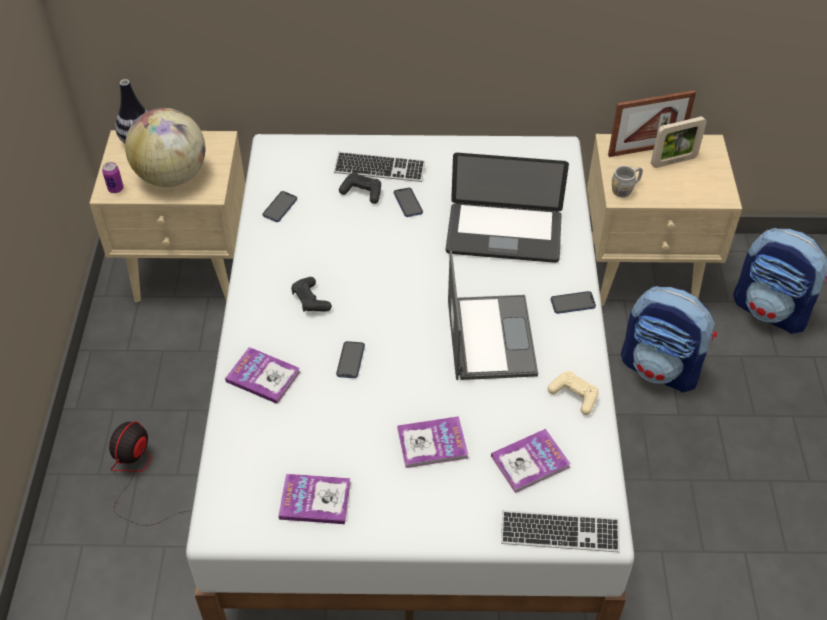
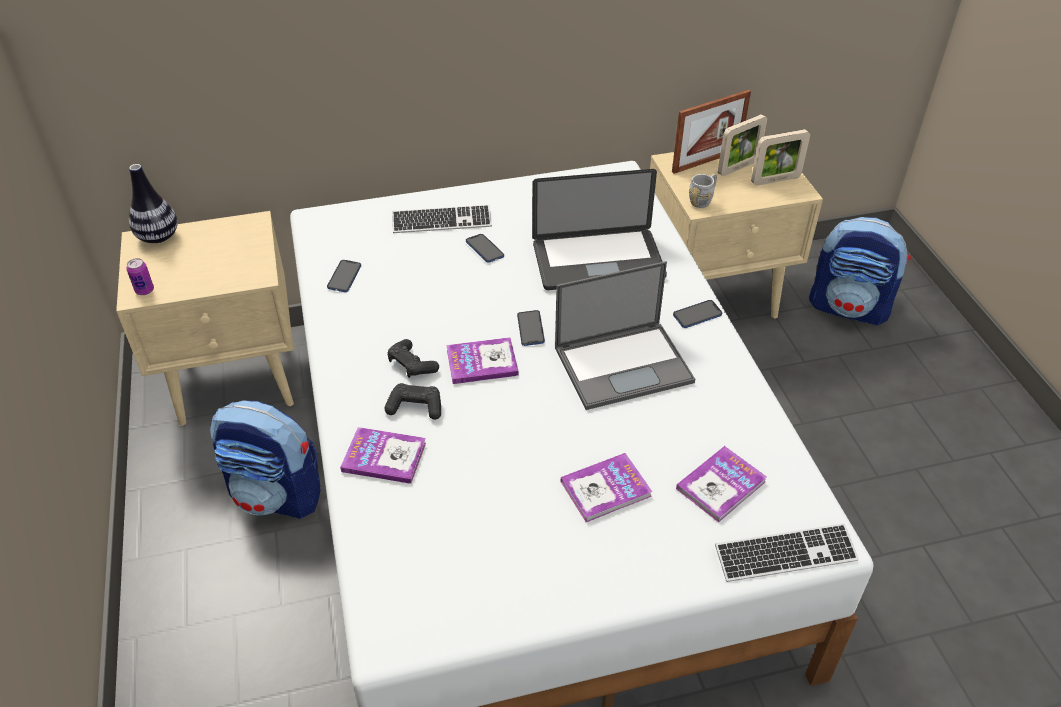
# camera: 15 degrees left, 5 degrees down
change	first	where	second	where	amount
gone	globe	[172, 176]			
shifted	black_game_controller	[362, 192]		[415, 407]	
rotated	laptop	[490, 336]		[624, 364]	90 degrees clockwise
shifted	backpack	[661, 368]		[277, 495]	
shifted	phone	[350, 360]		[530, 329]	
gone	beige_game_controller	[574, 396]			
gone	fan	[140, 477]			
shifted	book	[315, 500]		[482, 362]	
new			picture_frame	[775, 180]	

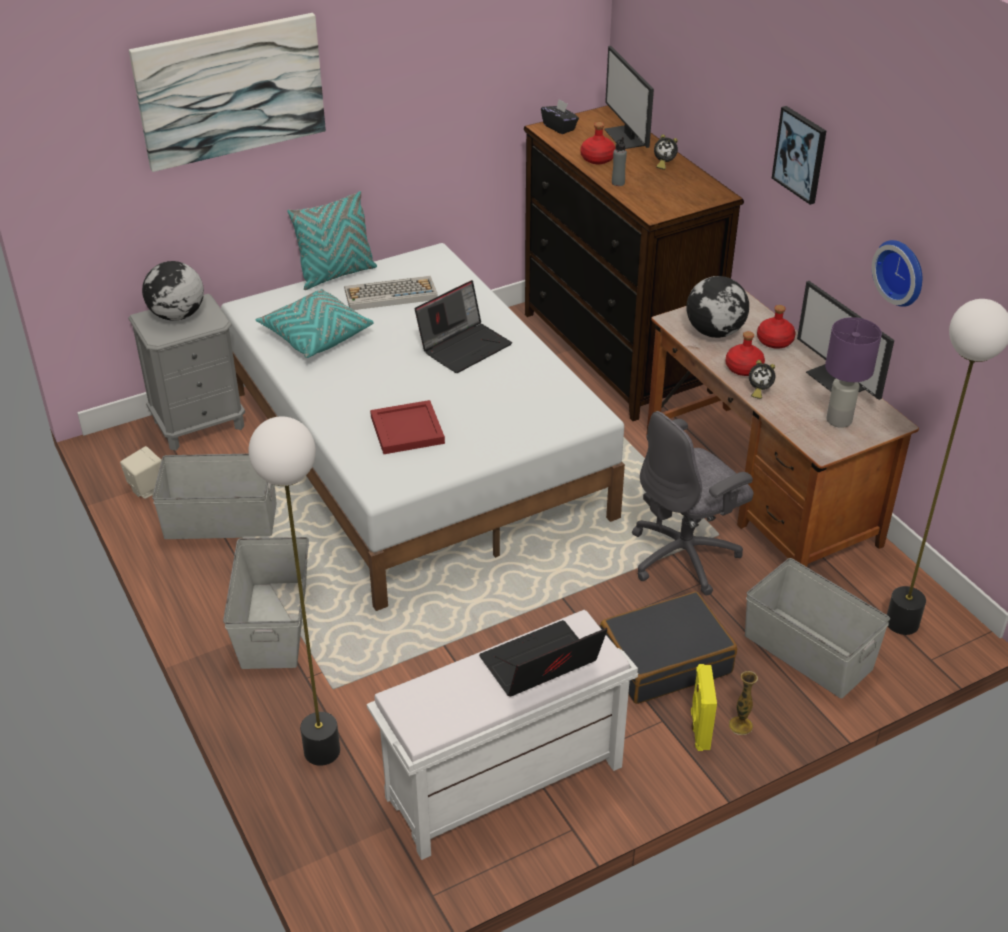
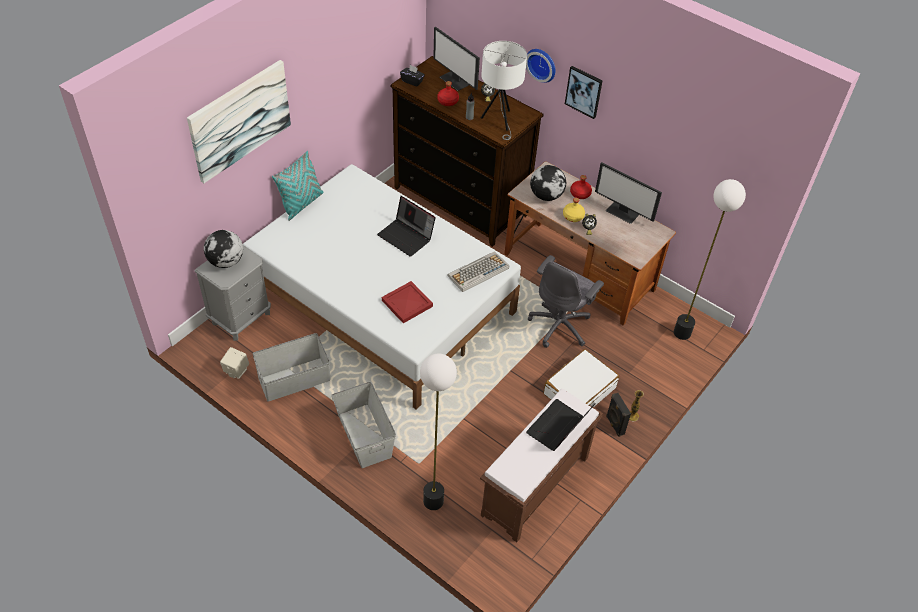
# camera: 25 degrees left, 10 degrees up
change	first	where	second	where	amount
shifted	wall_clock	[902, 271]		[542, 64]	
shifted	keyboard	[390, 294]		[478, 272]	
rotated	laptop	[464, 346]		[407, 236]	105 degrees clockwise
gone	turquoise_pillow	[315, 335]			
gone	purple_table_lamp	[838, 420]			
repainted	red_bottle	[743, 368]	yellow_bottle	[573, 216]	
gone	grey_storage_box	[808, 652]			
repainted	black_suitcase	[664, 659]	white_suitcase	[579, 390]	
repainted	white_bench	[503, 784]	brown_bench	[535, 487]	
repainted	yellow_speaker	[699, 730]	black_speaker	[614, 425]	
new			white_table_lamp	[499, 121]	

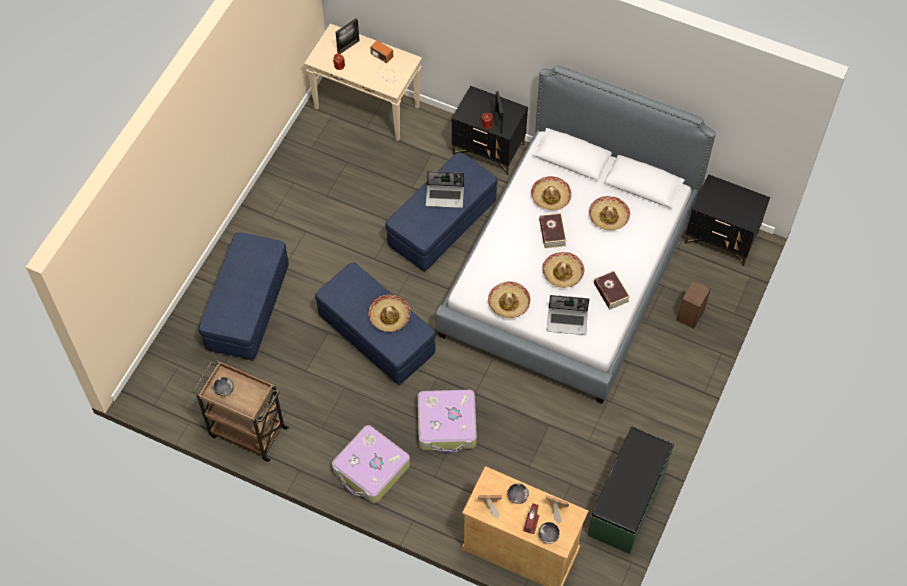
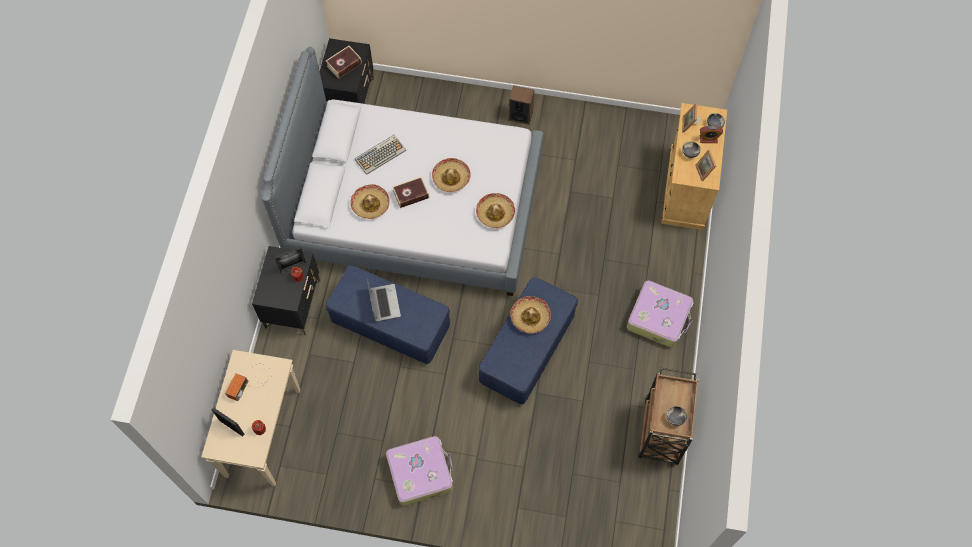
# camera: 105 degrees left, 5 degrees up
change	first	where	second	where	amount
swapped	hat	[608, 216]	keyboard	[380, 154]	
gone	blue_ottoman	[248, 308]			
shifted	book	[611, 292]		[344, 64]	
shifted	speaker	[690, 315]		[520, 115]	
gone	laptop	[567, 321]			
shifted	suitcase	[447, 425]		[420, 473]	
gone	green_bench	[628, 501]			

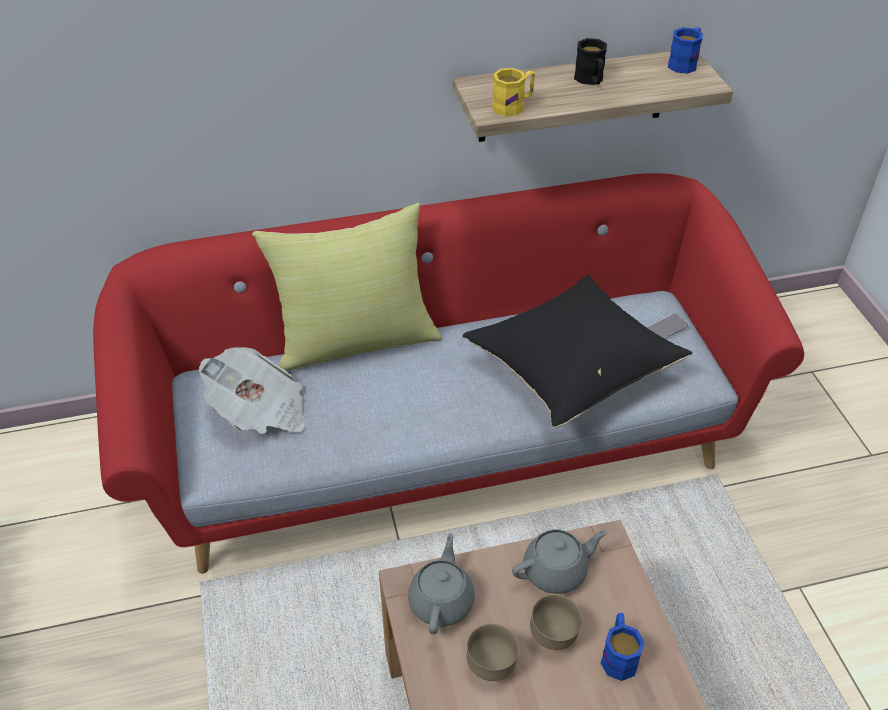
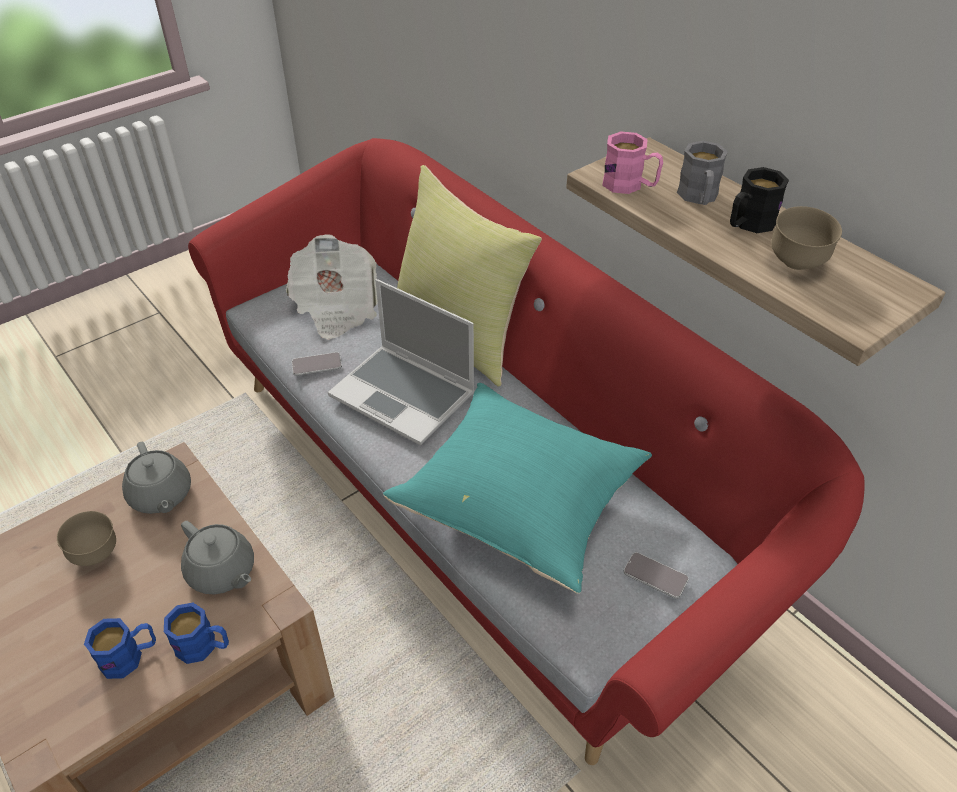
# camera: 65 degrees right, 0 degrees up
change	first	where	second	where	amount
shifted	blue_mug	[685, 63]		[204, 646]	
repainted	yellow_mug	[513, 106]	pink_mug	[630, 185]	
repainted	black_pillow	[572, 369]	turquoise_pillow	[521, 504]	
rotated	grey_teapot	[442, 601]		[161, 496]	75 degrees clockwise
shifted	brown_bowl	[554, 636]		[796, 265]	
new			grey_mug	[699, 198]	
new			laptop	[405, 395]	
new			phone	[317, 365]	

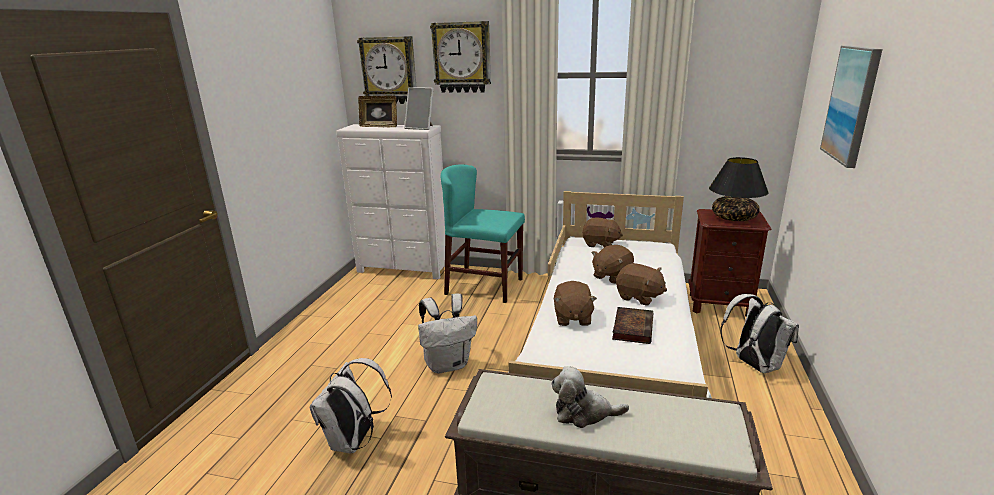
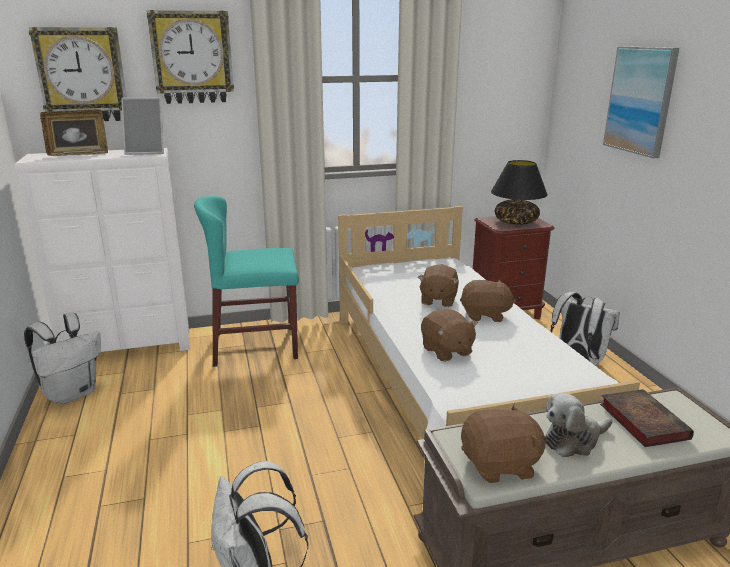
# camera: 30 degrees left, 0 degrees up
change	first	where	second	where	amount
shifted	brown_plush_toy	[600, 244]		[500, 465]	
shifted	white_backpack	[448, 364]		[72, 394]	
shifted	book	[632, 327]		[641, 420]	

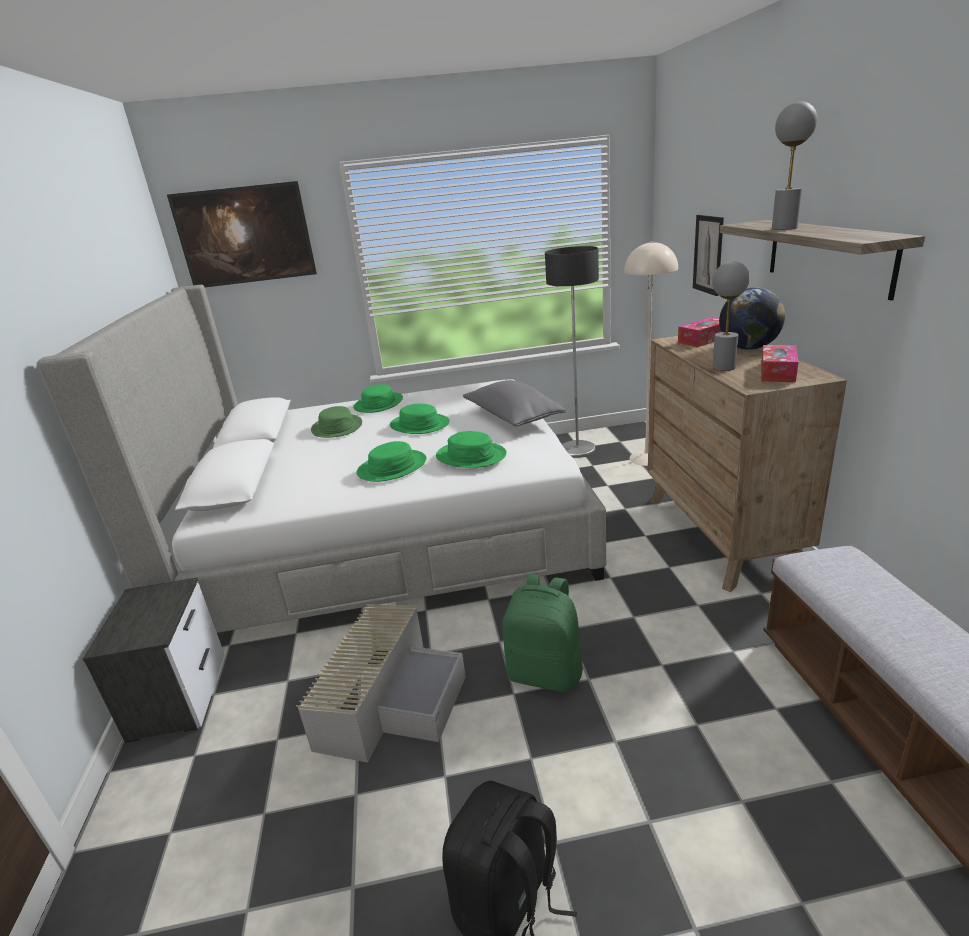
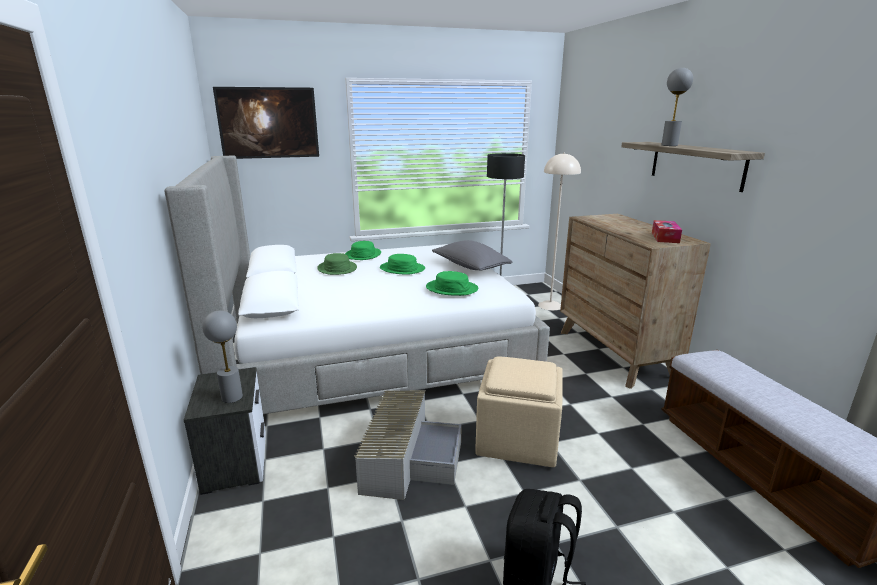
# camera: 10 degrees left, 5 degrees down
change	first	where	second	where	amount
gone	picture	[708, 254]			
shifted	grey_table_lamp	[724, 367]		[232, 397]	
gone	globe	[748, 348]			
gone	tissue_box	[704, 339]			
gone	green_hat	[392, 467]			
swapped	green_backpack	[545, 672]	beige_ottoman	[518, 439]	

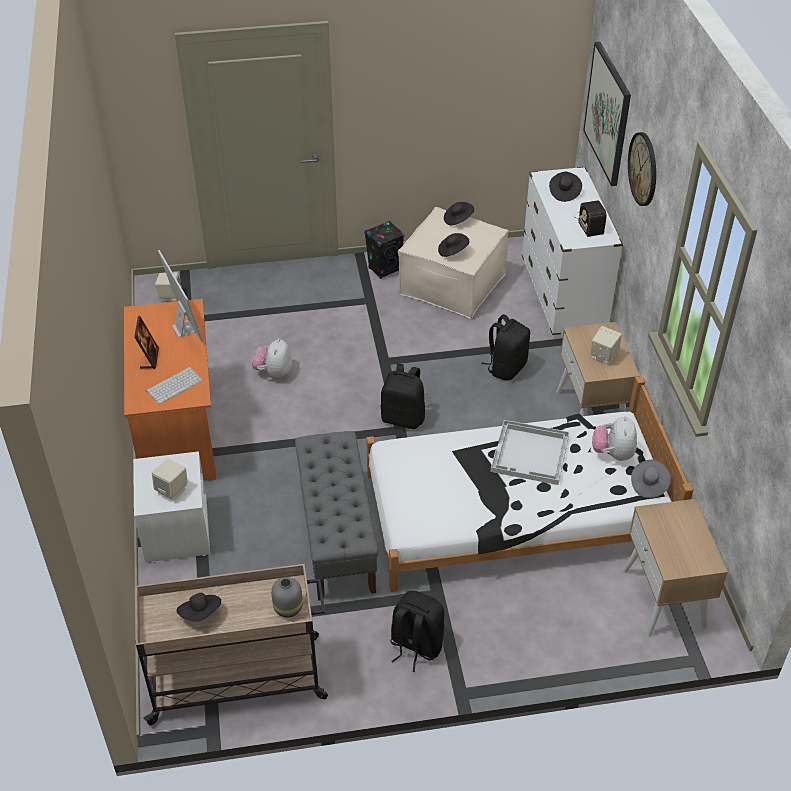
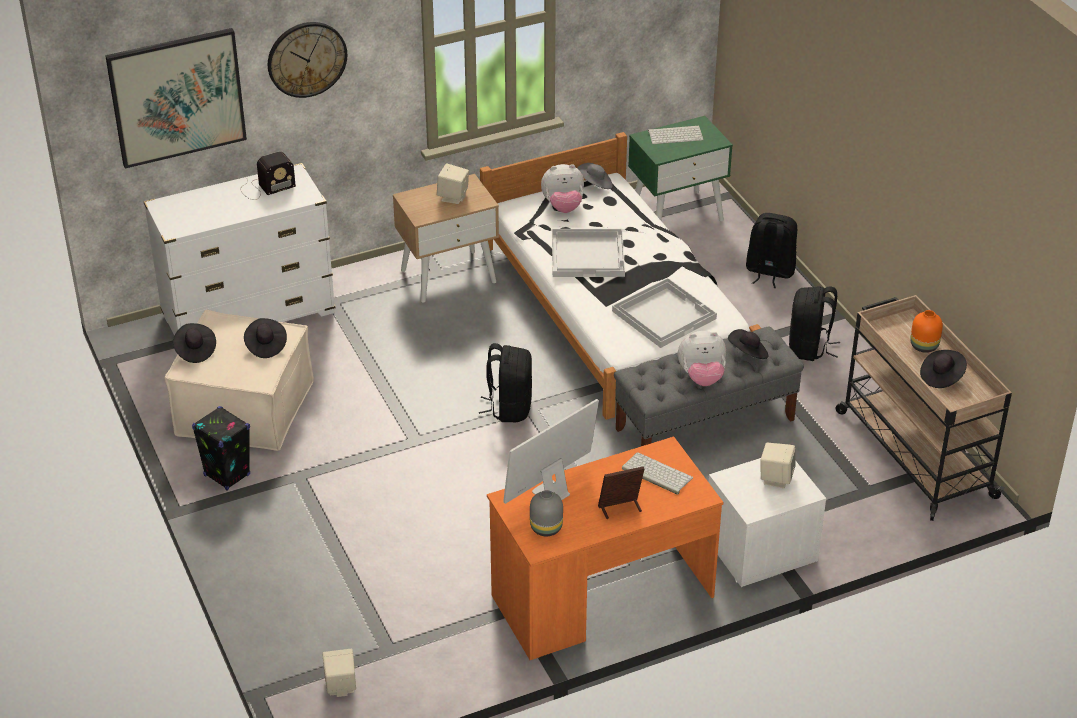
# camera: 105 degrees left, 5 degrees down
change	first	where	second	where	amount
shifted	black_hat	[564, 193]		[748, 353]	
shifted	black_backpack	[506, 367]		[769, 272]	
shifted	plush_toy	[274, 372]		[701, 377]	
repainted	beige_nightstand	[664, 598]	green_nightstand	[677, 214]	
shifted	grey_vase	[287, 608]		[547, 528]	
new			keyboard	[676, 135]	
new			white_tray	[664, 314]	
new			orange_vase	[925, 346]	

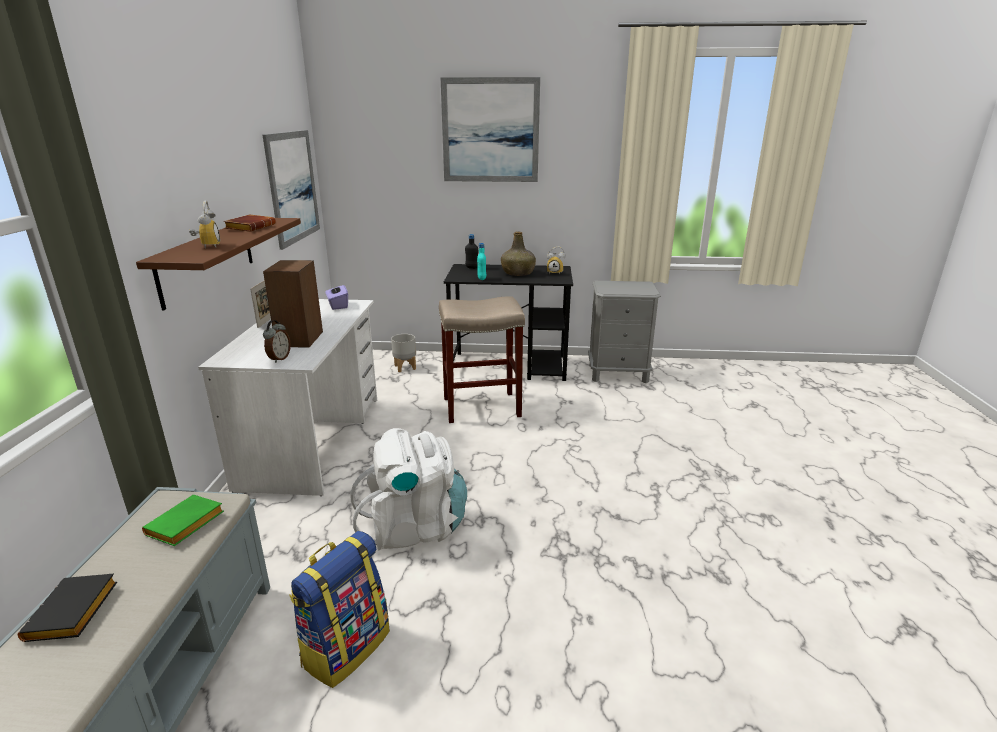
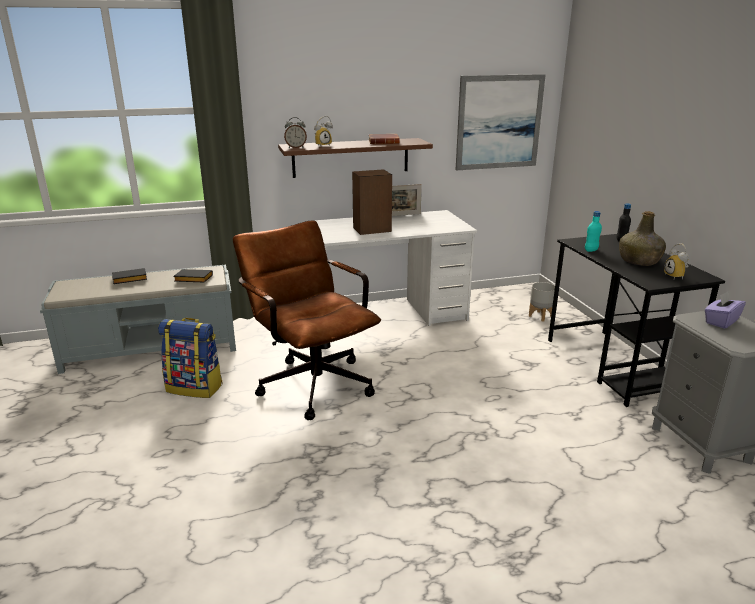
# camera: 70 degrees right, 0 degrees up
change	first	where	second	where	amount
gone	picture	[490, 131]			
shifted	purple_tissue_box	[337, 305]		[721, 321]	
gone	beige_stool	[480, 407]			
shifted	alarm_clock	[279, 359]		[296, 147]	
swapped	white_backpack	[414, 527]	brown_office_chair	[311, 381]	
repainted	green_book	[185, 526]	black_book	[192, 279]	

